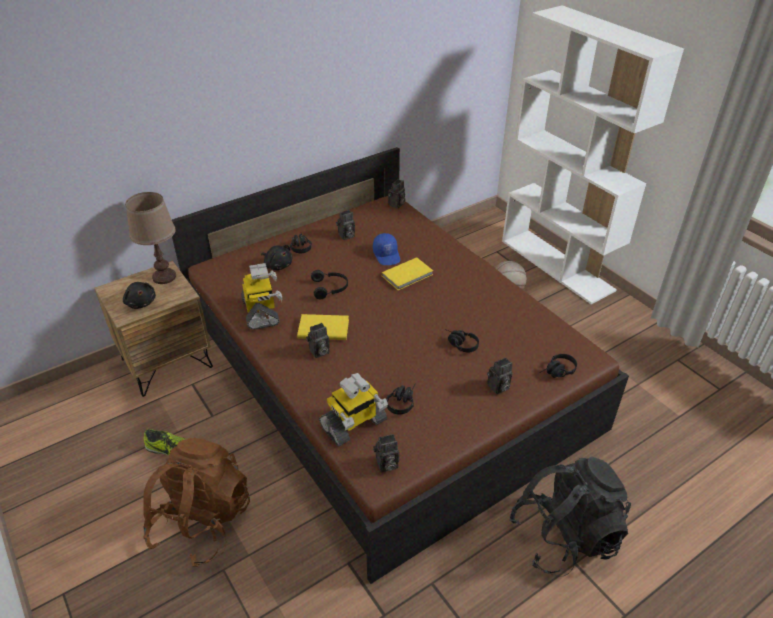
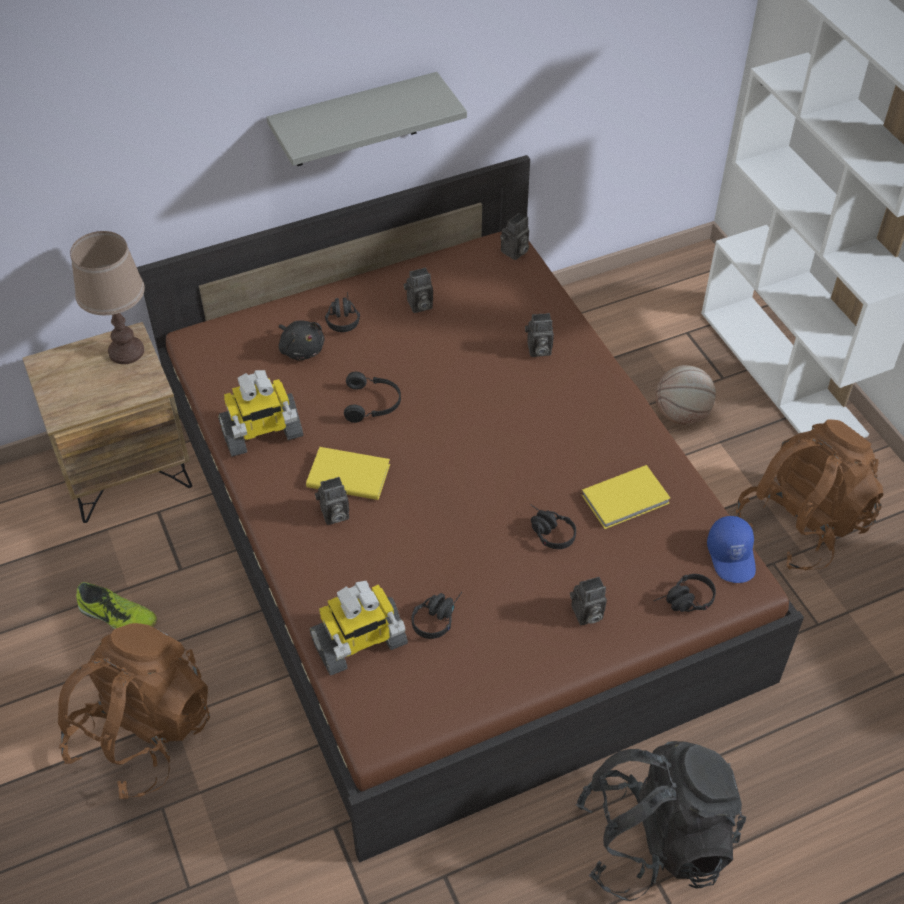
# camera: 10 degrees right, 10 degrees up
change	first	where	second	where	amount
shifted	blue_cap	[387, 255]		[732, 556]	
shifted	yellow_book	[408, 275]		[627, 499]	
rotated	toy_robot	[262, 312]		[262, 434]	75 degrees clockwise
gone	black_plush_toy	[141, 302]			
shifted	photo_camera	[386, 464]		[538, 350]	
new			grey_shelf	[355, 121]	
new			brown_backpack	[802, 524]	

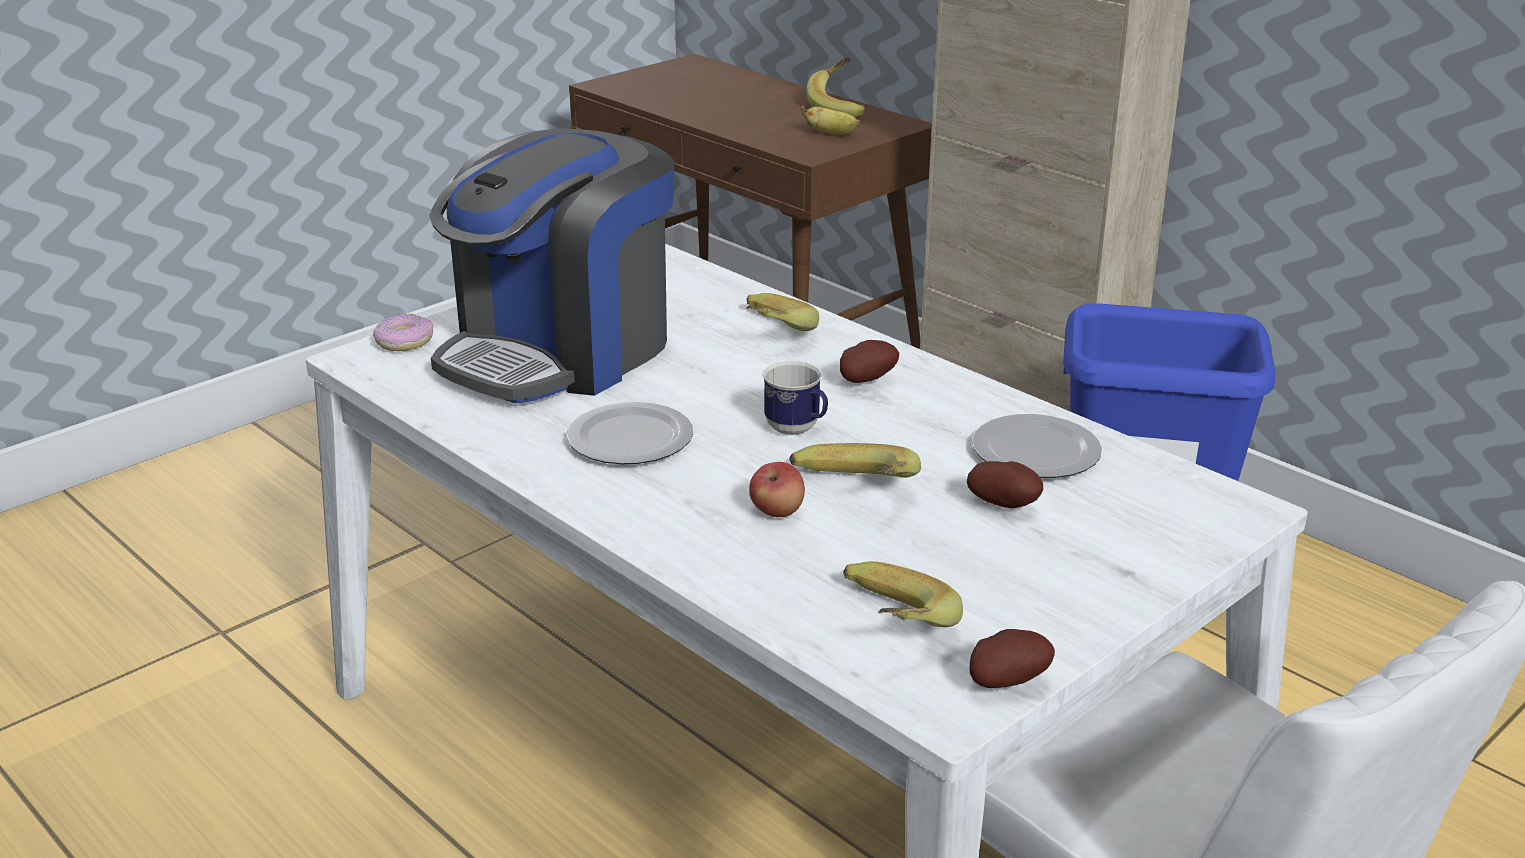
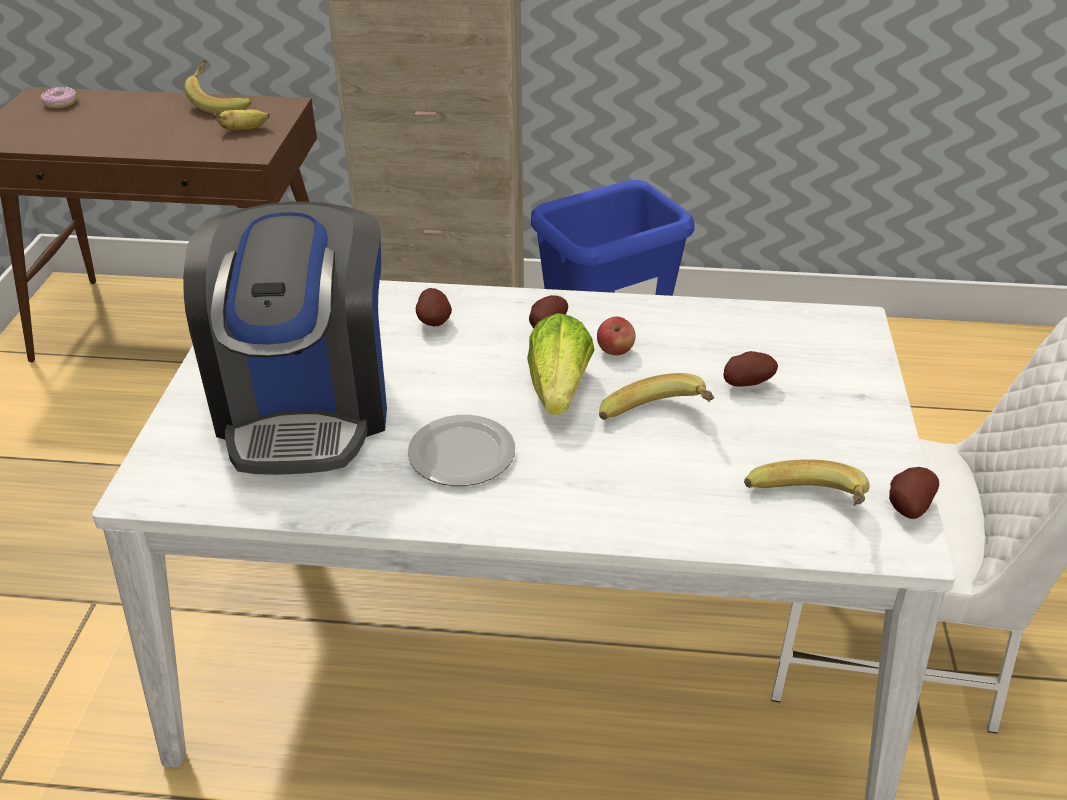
# camera: 40 degrees left, 10 degrees up
change	first	where	second	where	amount
swapped	banana	[767, 336]	potato	[435, 322]	
shifted	donut	[404, 341]		[60, 103]	
swapped	mug	[798, 430]	lettuce	[559, 389]	
gone	plate	[1037, 453]			
shifted	apple	[777, 512]		[615, 351]	

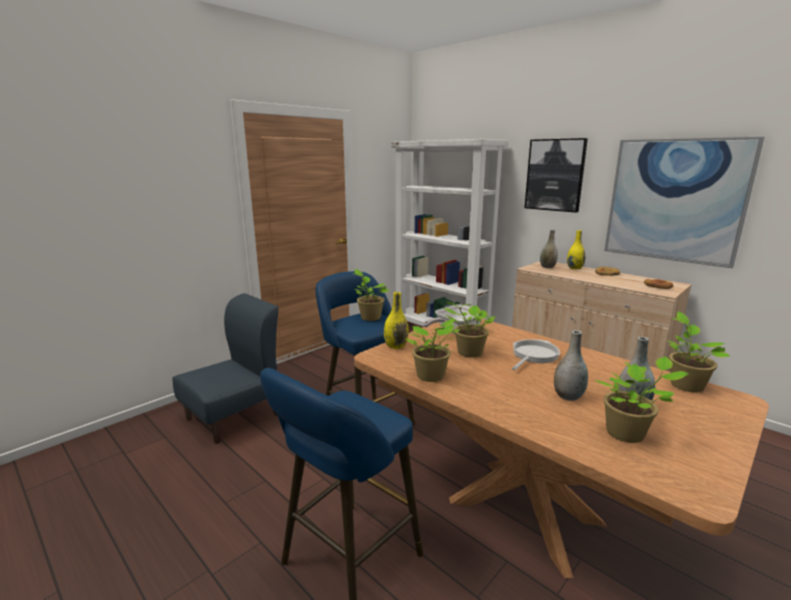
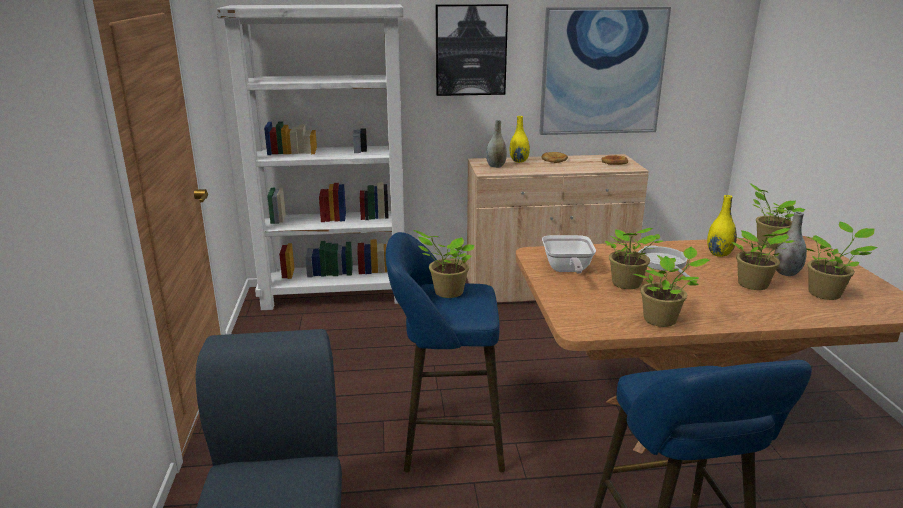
# camera: 50 degrees left, 5 degrees up
change	first	where	second	where	amount
shifted	yellow_vase	[396, 346]		[719, 254]	
swapped	grey_vase	[568, 396]	potted_plant	[753, 285]	

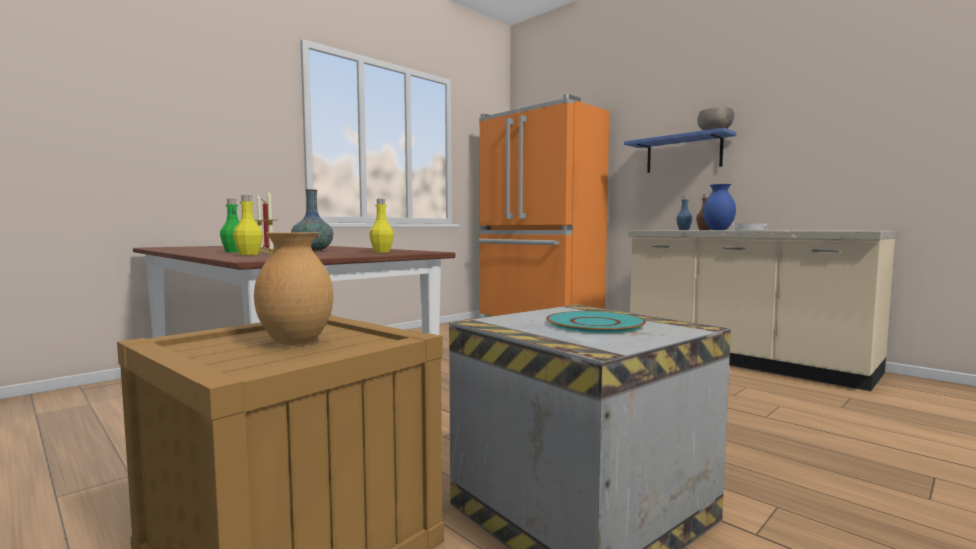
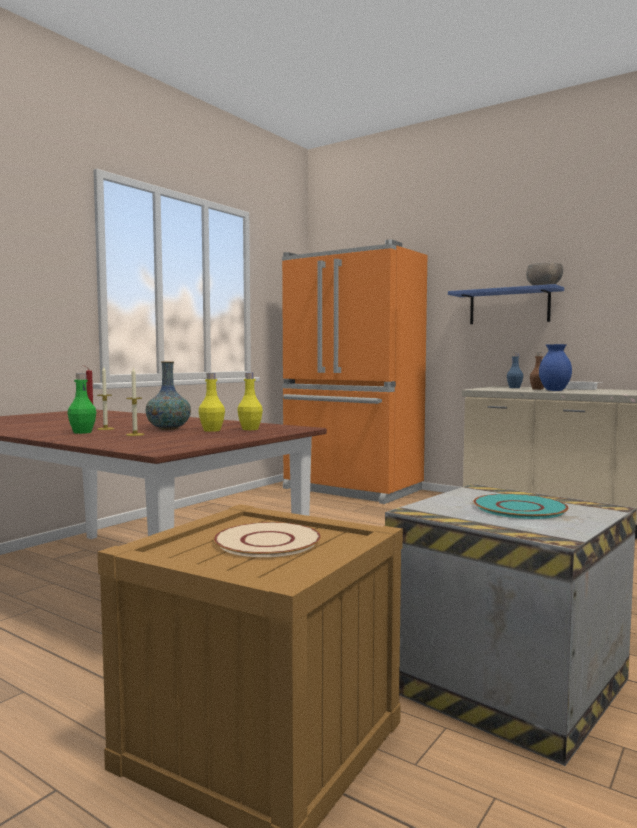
# camera: 10 degrees left, 0 degrees up
change	first	where	second	where	amount
shifted	yellow_bottle	[249, 254]		[212, 430]	
swapped	brown_vase	[297, 342]	beige_plate	[267, 541]	

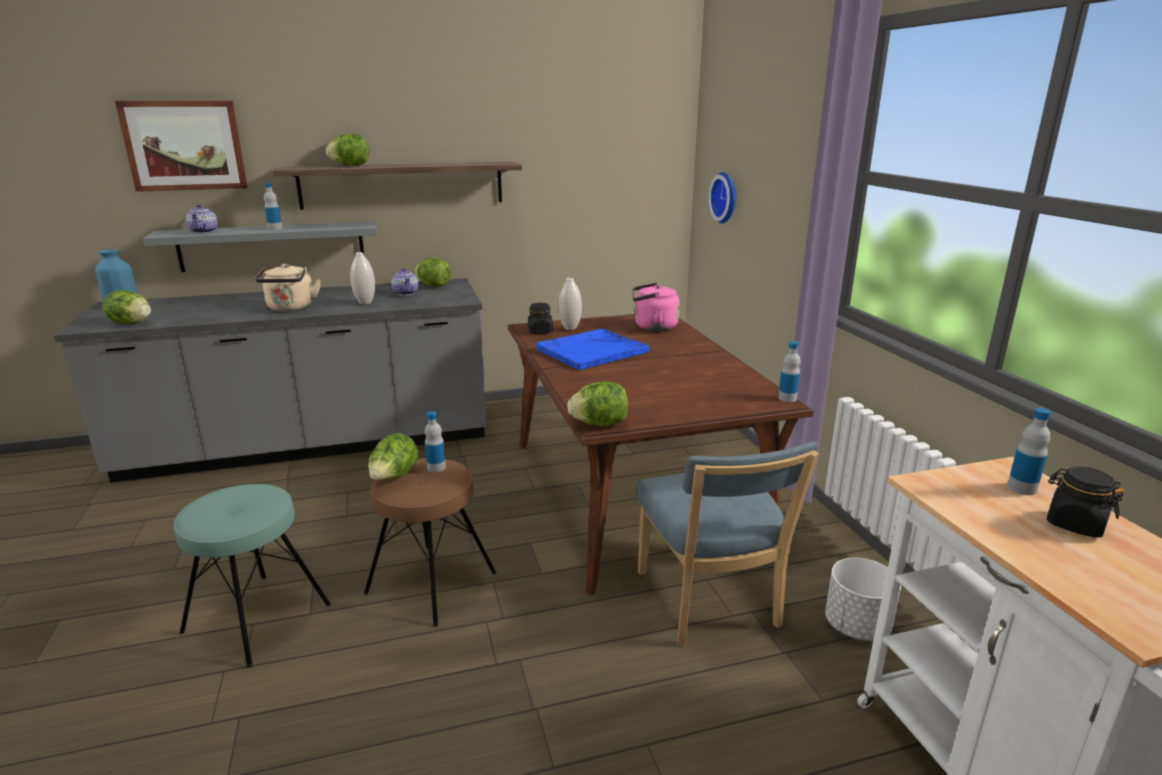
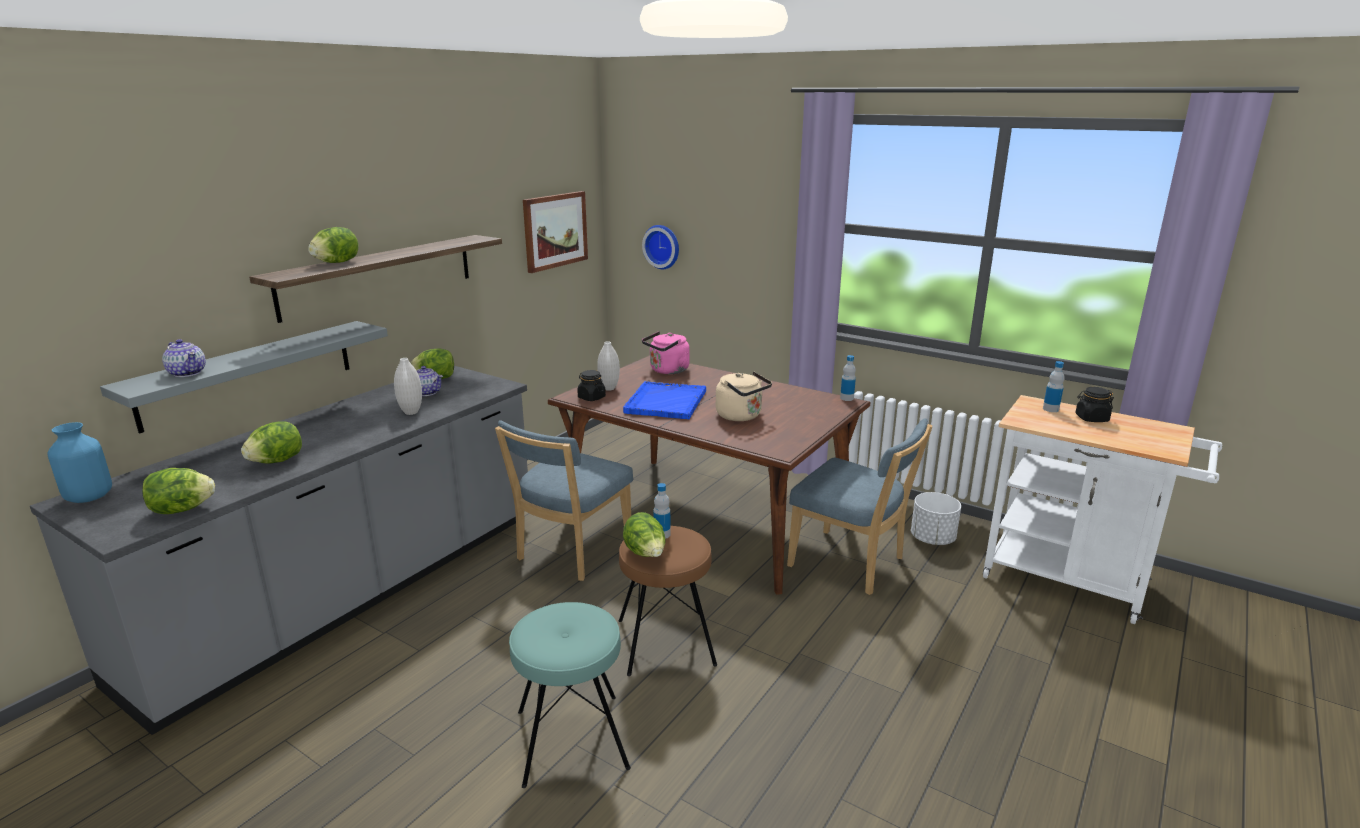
# camera: 40 degrees left, 0 degrees up
change	first	where	second	where	amount
shifted	picture	[185, 146]		[555, 230]	
gone	bottle	[275, 229]			
shifted	beige_kettle	[291, 308]		[741, 416]	
shifted	lettuce	[599, 424]		[277, 461]	
new			blue_chair	[571, 553]	

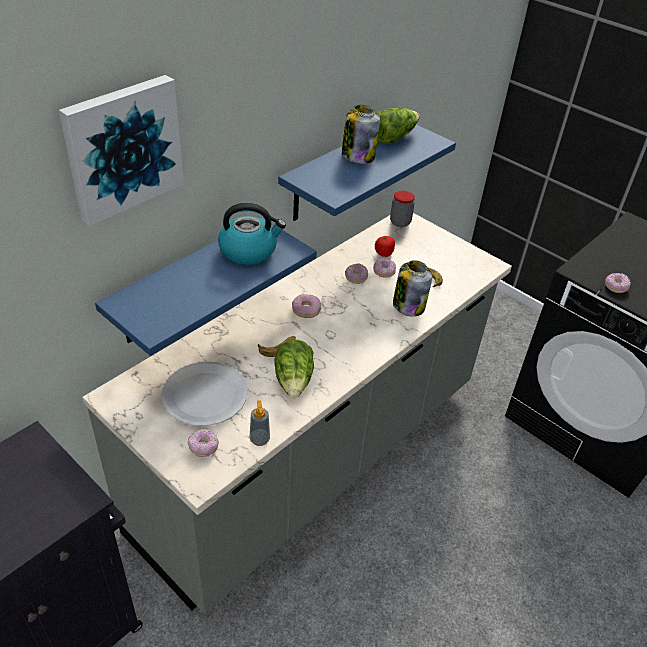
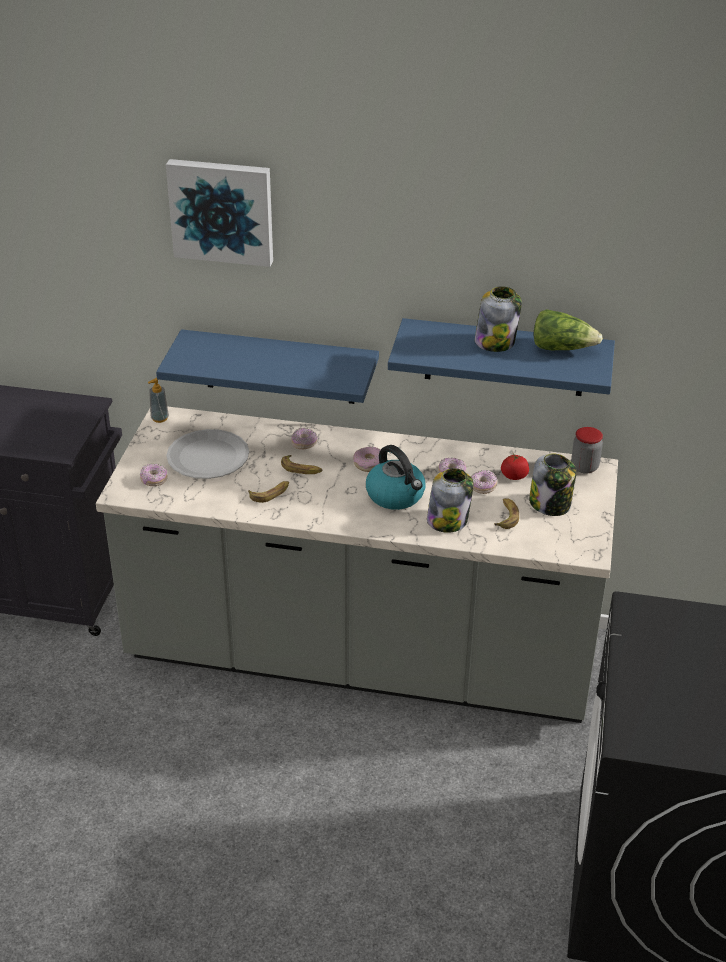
# camera: 60 degrees right, 5 degrees down
change	first	where	second	where	amount
shifted	kettle	[249, 251]		[396, 496]	
shifted	donut	[615, 287]		[304, 444]	
swapped	lettuce	[294, 381]	banana	[270, 494]	
shifted	soap_dispenser	[259, 439]		[159, 418]	
new			jar	[550, 504]	

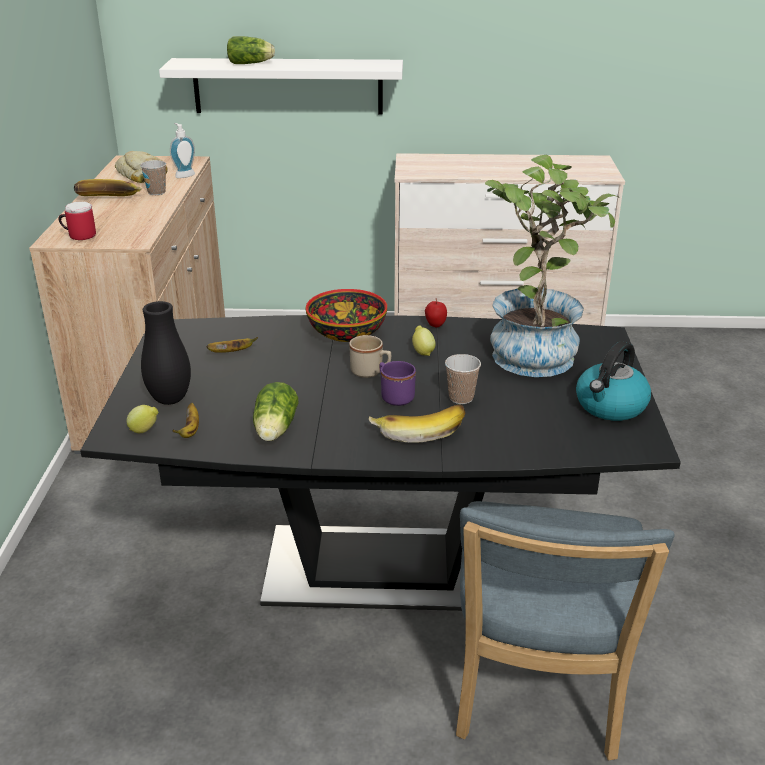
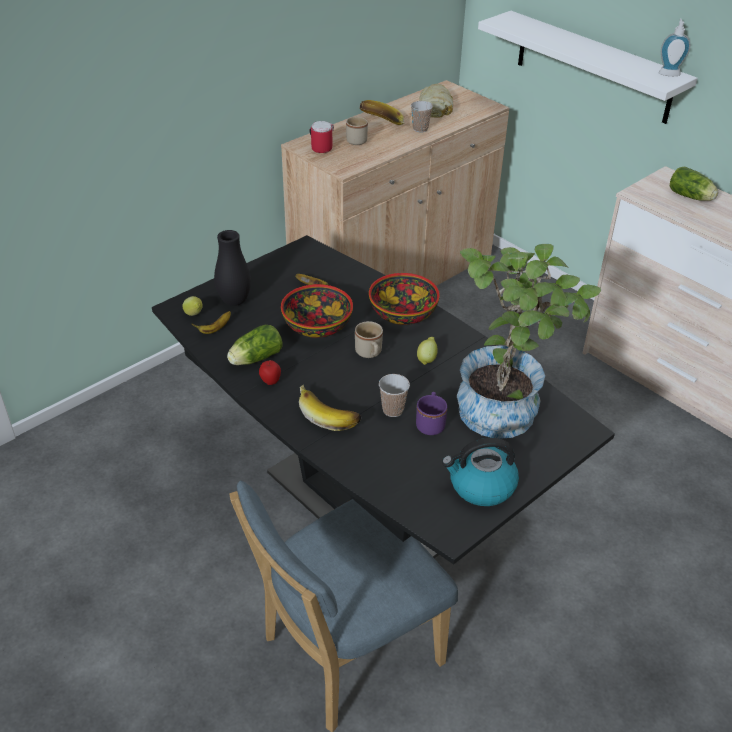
# camera: 45 degrees right, 10 degrees up
change	first	where	second	where	amount
shifted	lettuce	[252, 63]		[691, 197]	
shifted	soap_dispenser	[184, 175]		[669, 73]	
shifted	apple	[435, 325]		[270, 382]	
shifted	purple_mug	[394, 396]		[430, 423]	
new			beige_mug	[356, 139]	
new			bowl	[317, 325]	

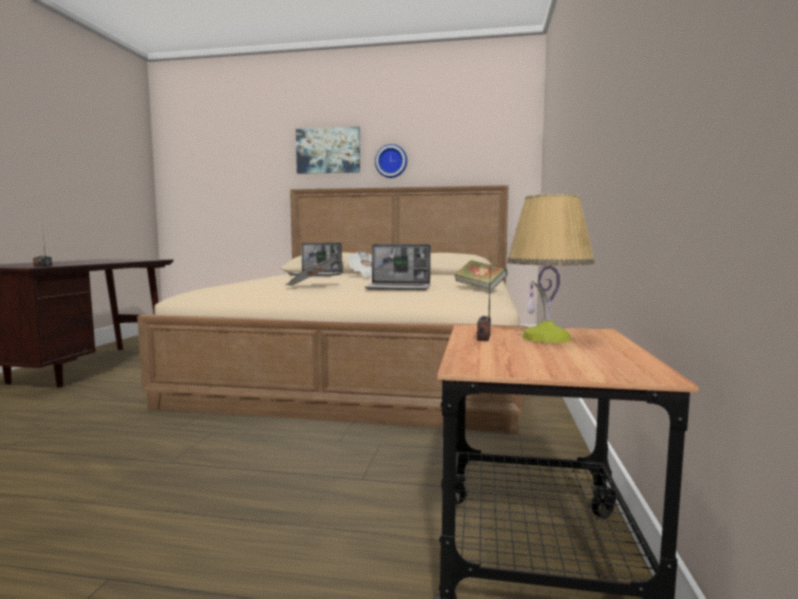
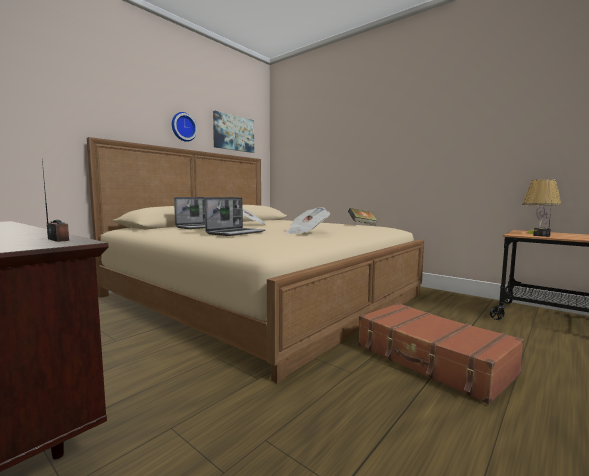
# camera: 60 degrees left, 0 degrees up
change	first	where	second	where	amount
shifted	picture	[328, 150]		[233, 133]	
shifted	laptop	[399, 288]		[236, 233]	
new			brown_suitcase	[432, 360]	

